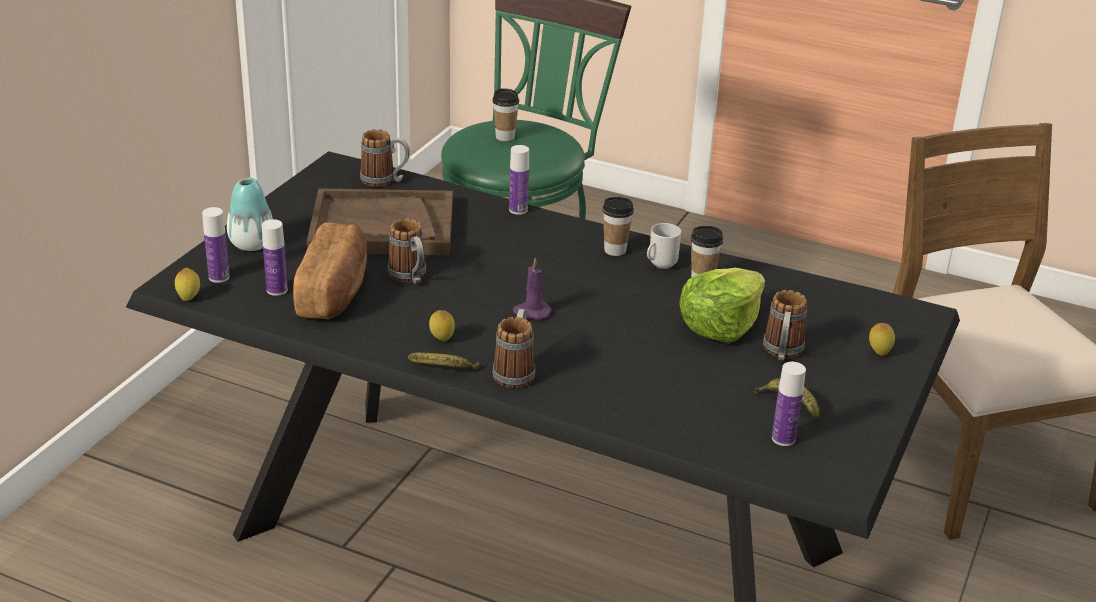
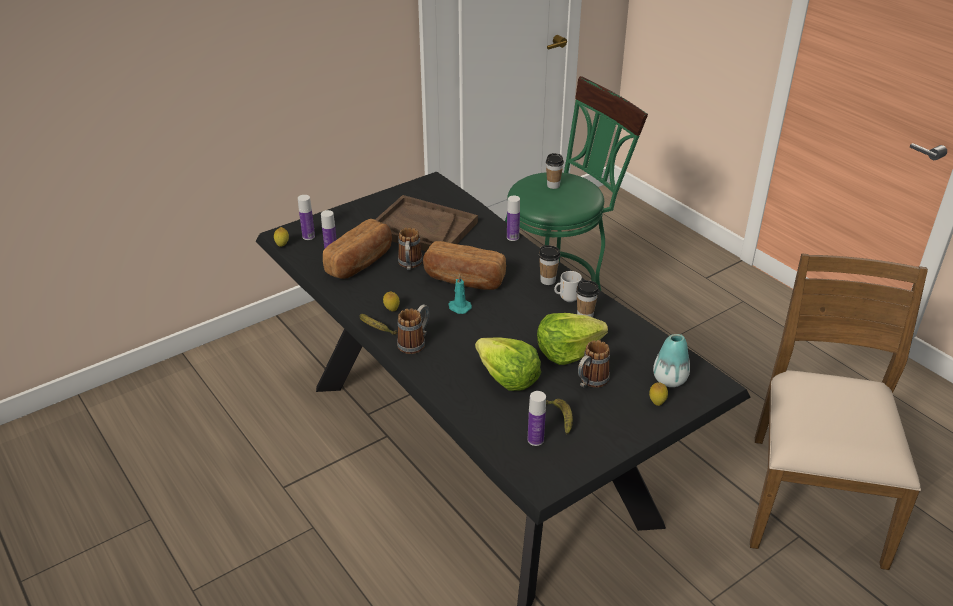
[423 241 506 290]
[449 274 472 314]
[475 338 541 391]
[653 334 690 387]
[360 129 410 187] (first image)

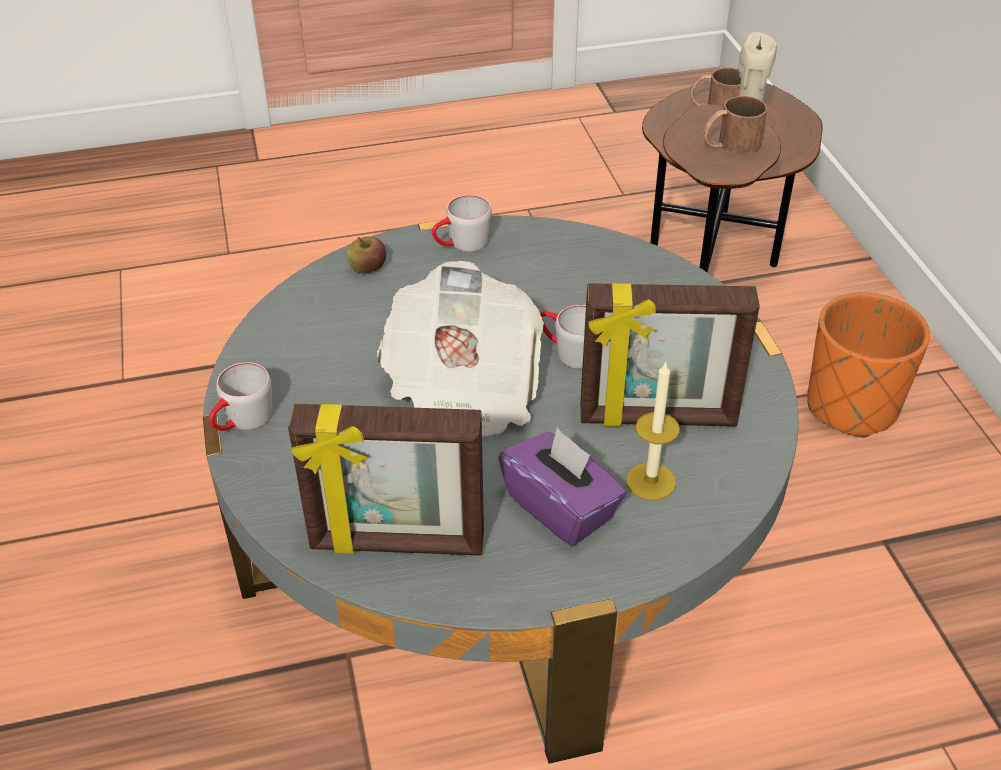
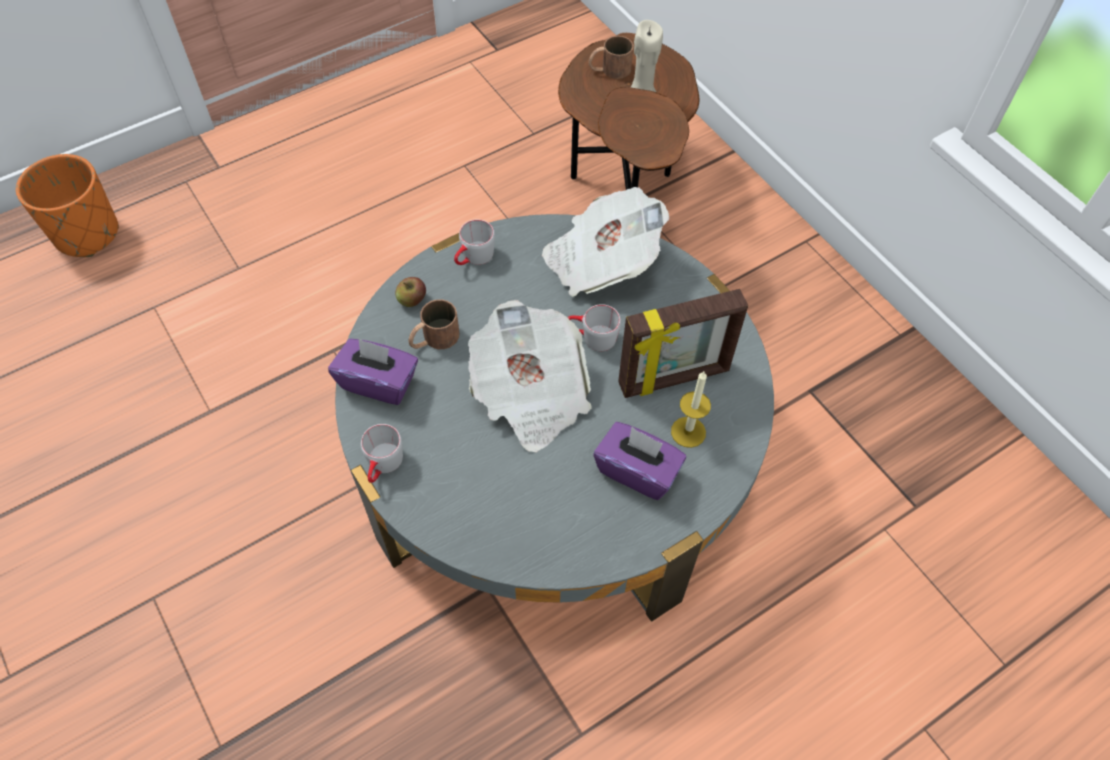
[16 154 119 257]
[328 338 418 405]
[409 299 459 349]
[542 187 669 297]
[288 404 484 556] (first image)

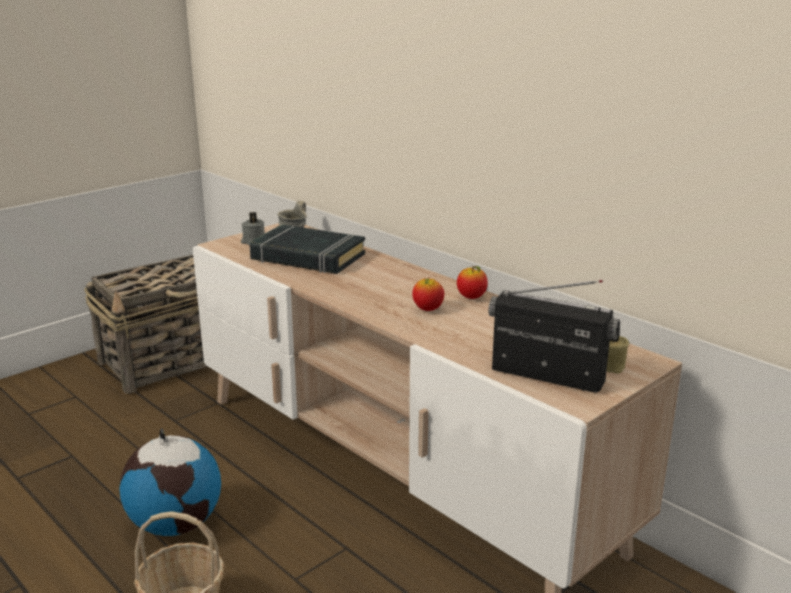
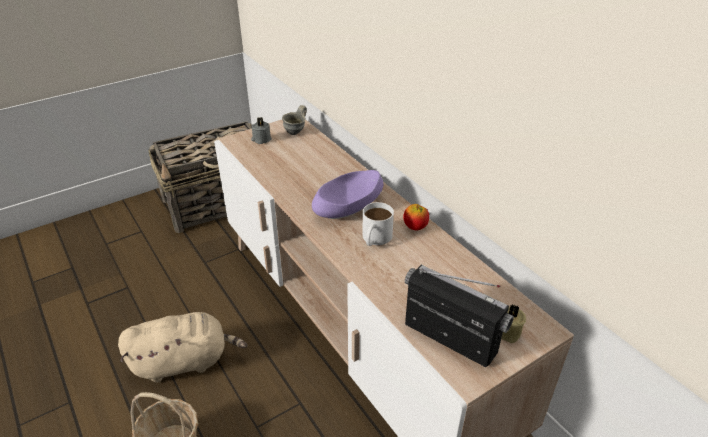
[118 312 247 383]
[312 170 383 219]
[362 202 394 246]
[249 224 365 274] (first image)

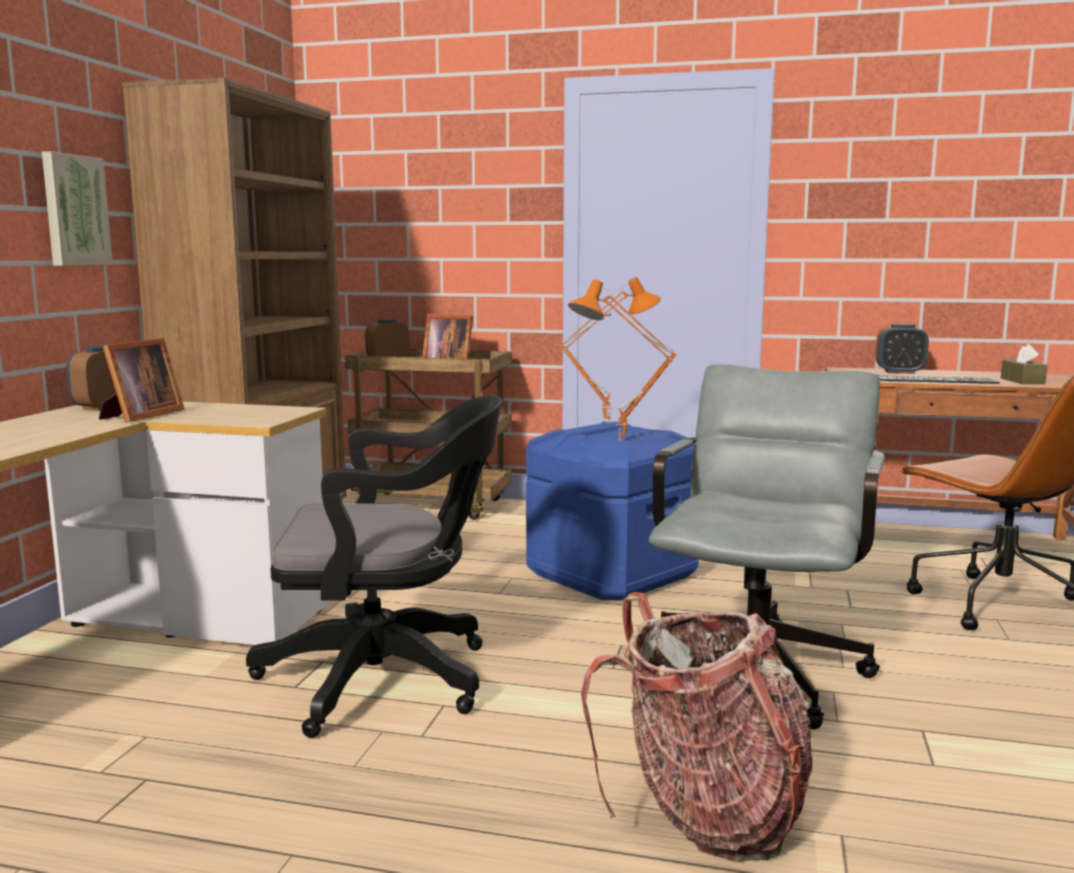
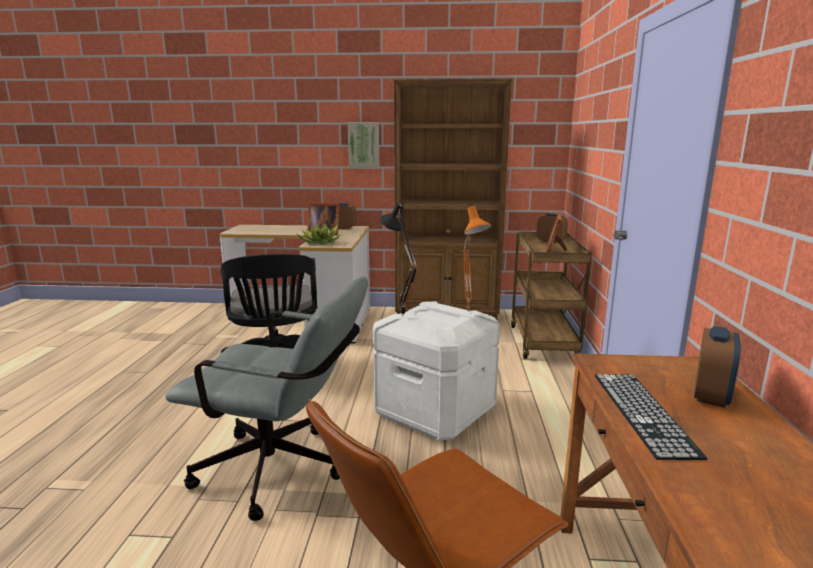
[297 223 341 245]
[373 301 500 441]
[380 202 417 317]
[694 326 741 408]
[581 592 812 862] (first image)
[1001 344 1047 384] (first image)

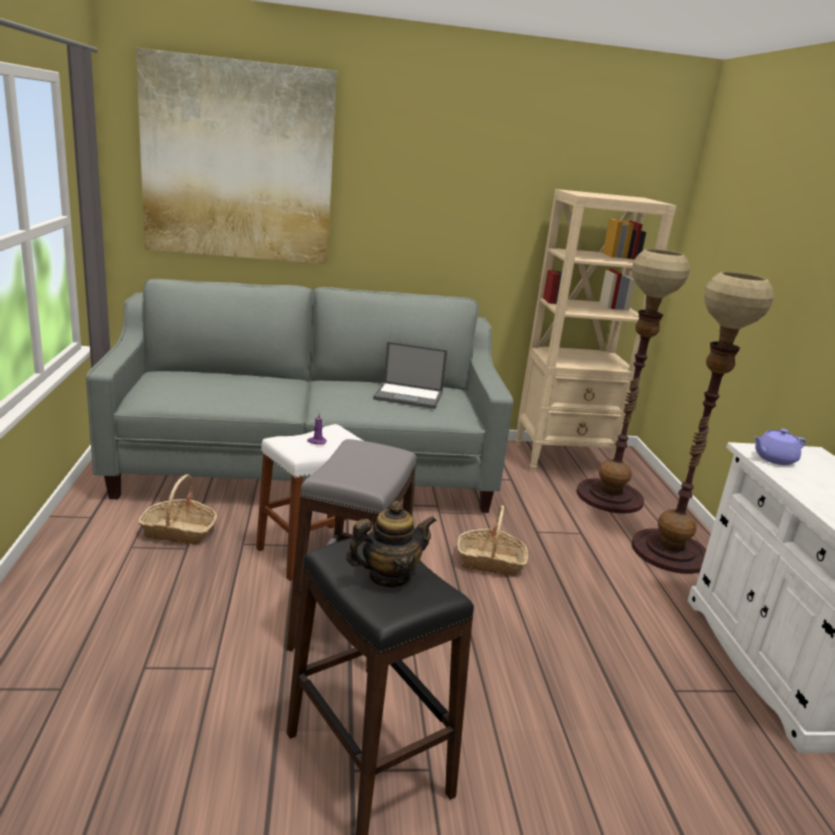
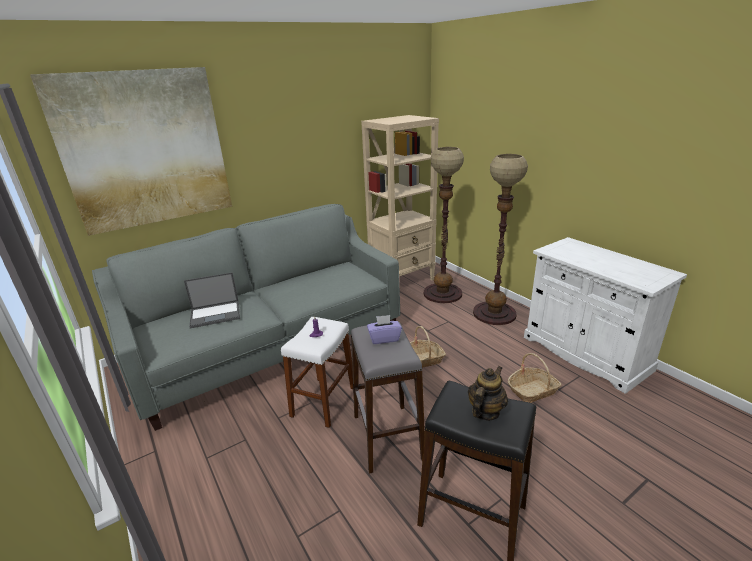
[184 272 240 328]
[367 315 402 344]
[508 353 561 403]
[754 429 806 465] (first image)

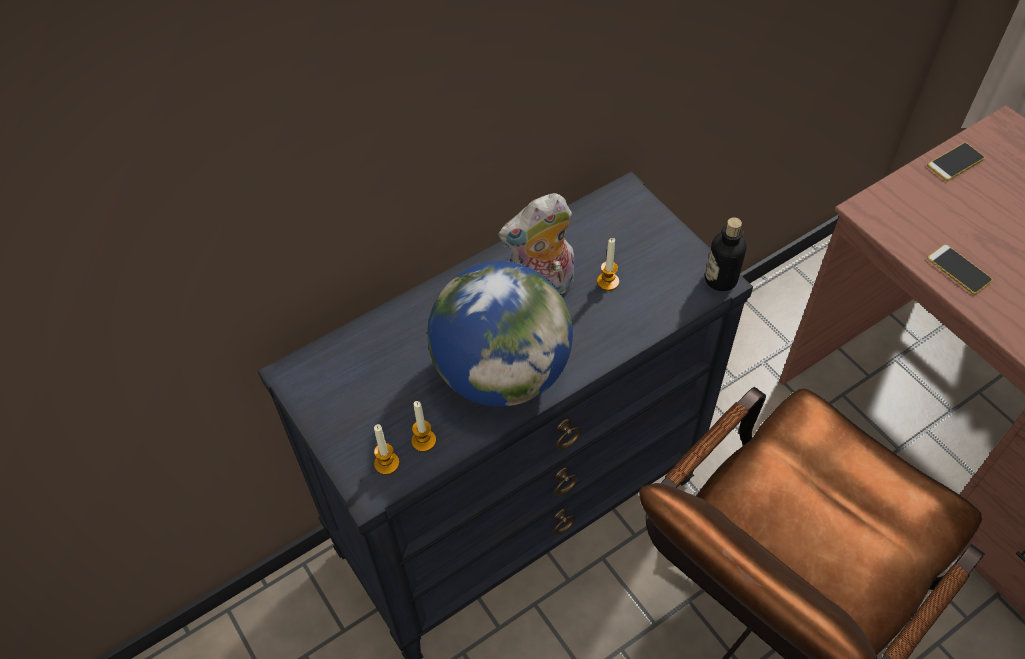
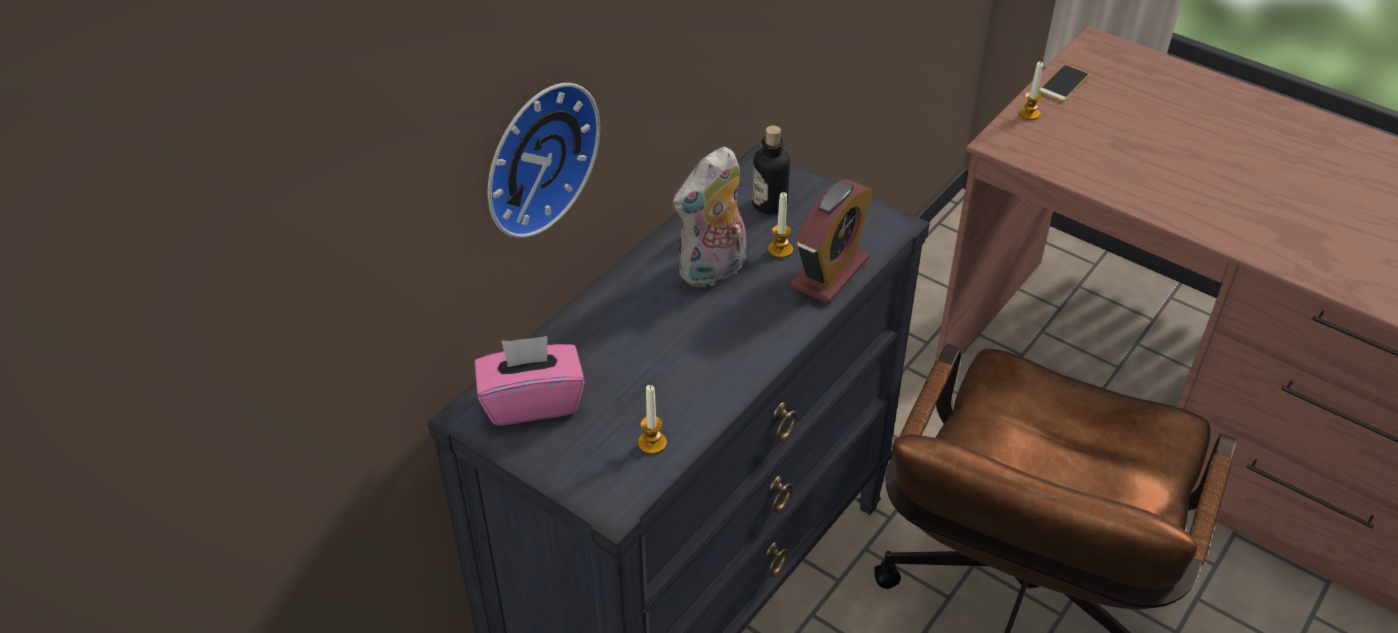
[475 336 585 425]
[488 83 600 238]
[752 125 790 214]
[790 179 873 304]
[1019 61 1043 120]
[427 261 573 407] (first image)
[927 245 993 294] (first image)

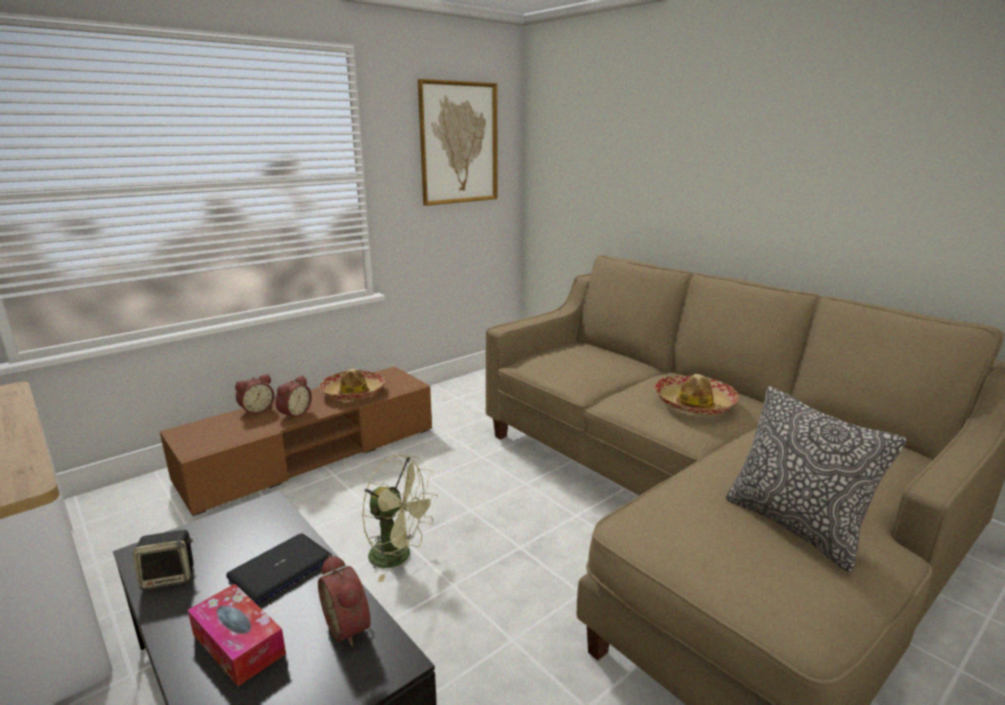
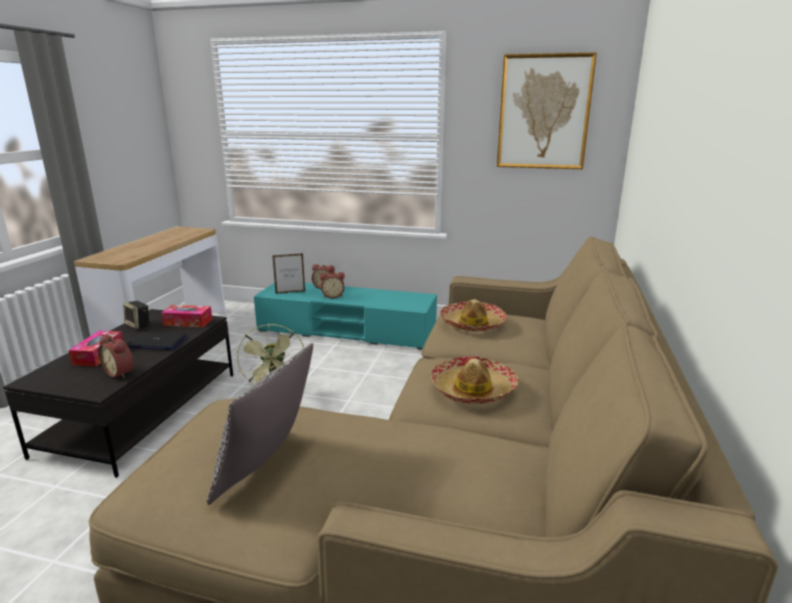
[98 335 134 379]
[161 305 212 327]
[254 282 437 350]
[272 253 305 294]
[440 299 507 332]

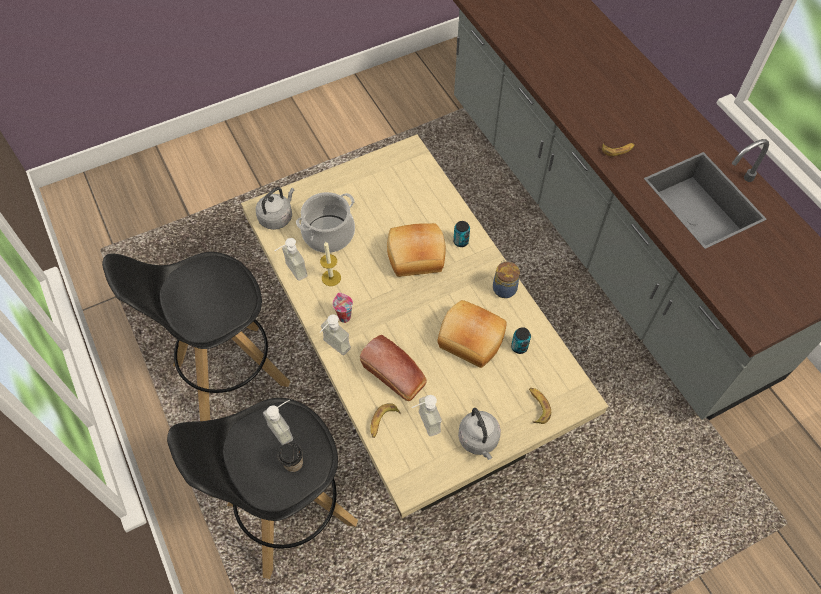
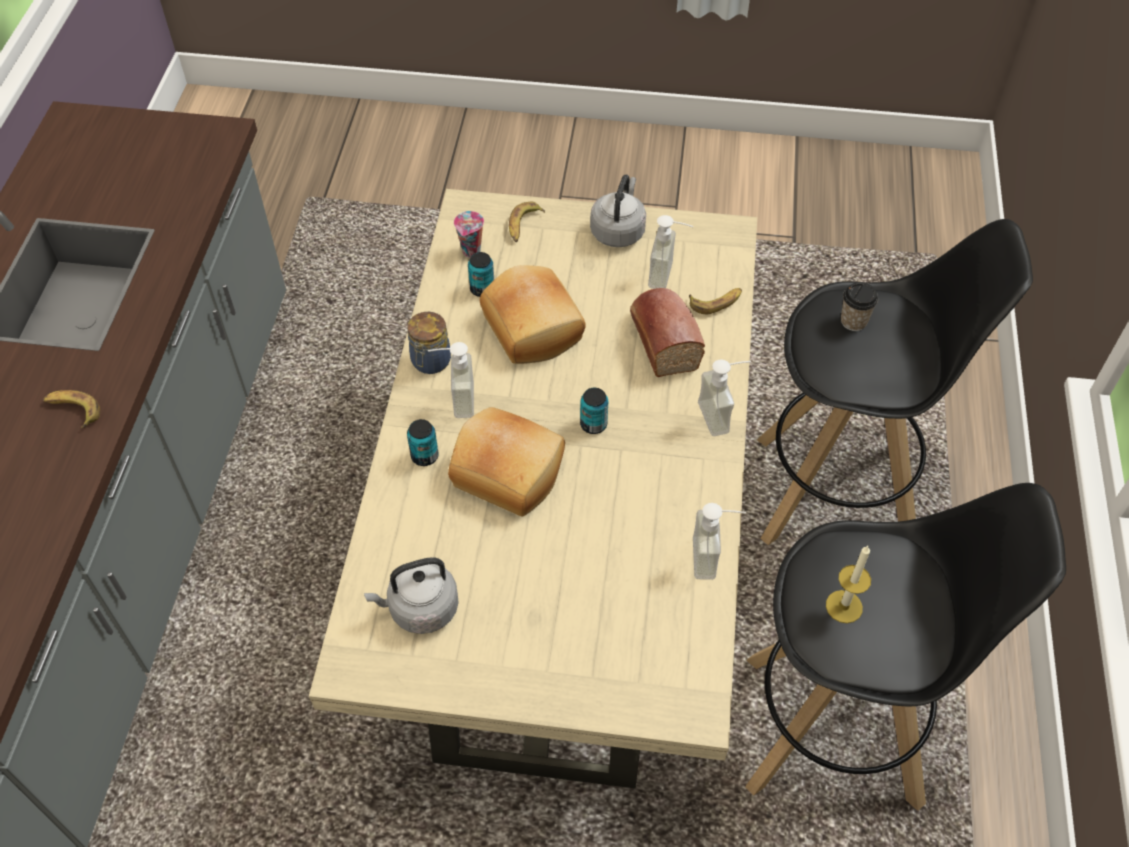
[364 557 459 634]
[428 342 474 418]
[454 211 484 258]
[580 388 608 434]
[826 546 871 623]
[296 192 355 253] (first image)

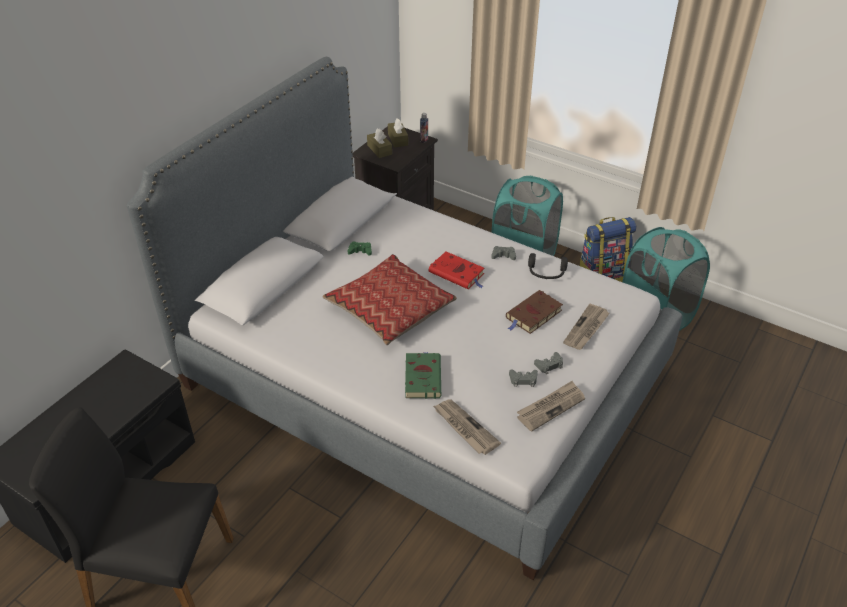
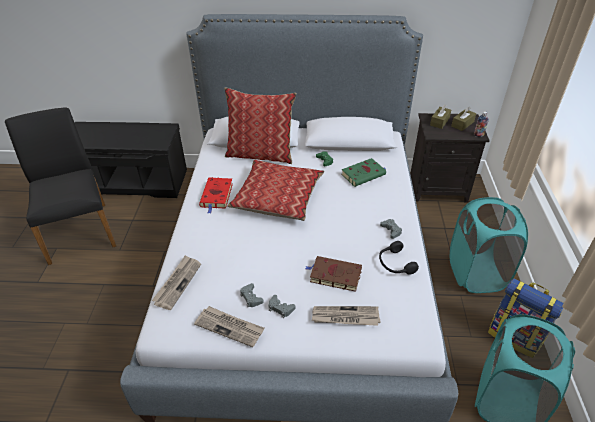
[199 177 233 214]
[224 87 296 164]
[341 158 386 187]

